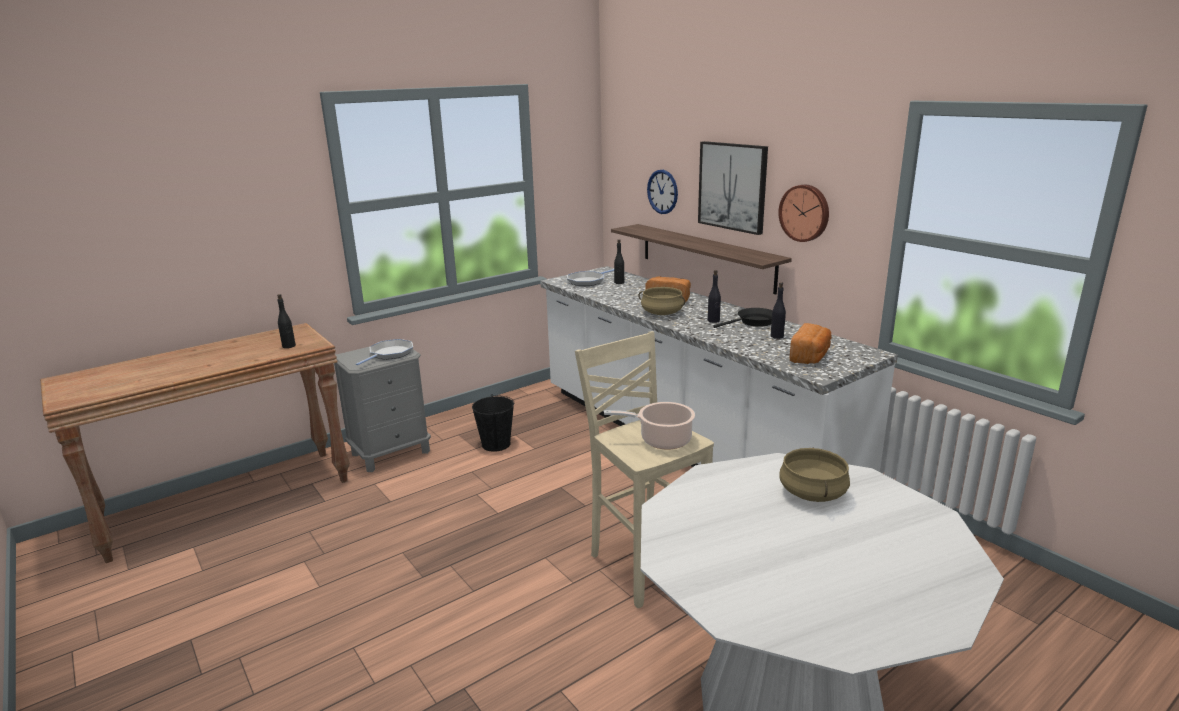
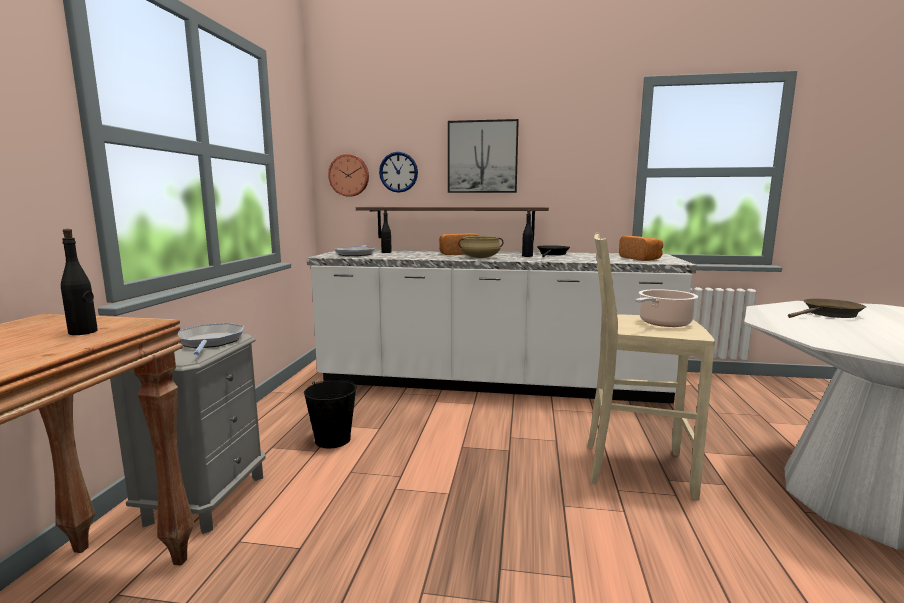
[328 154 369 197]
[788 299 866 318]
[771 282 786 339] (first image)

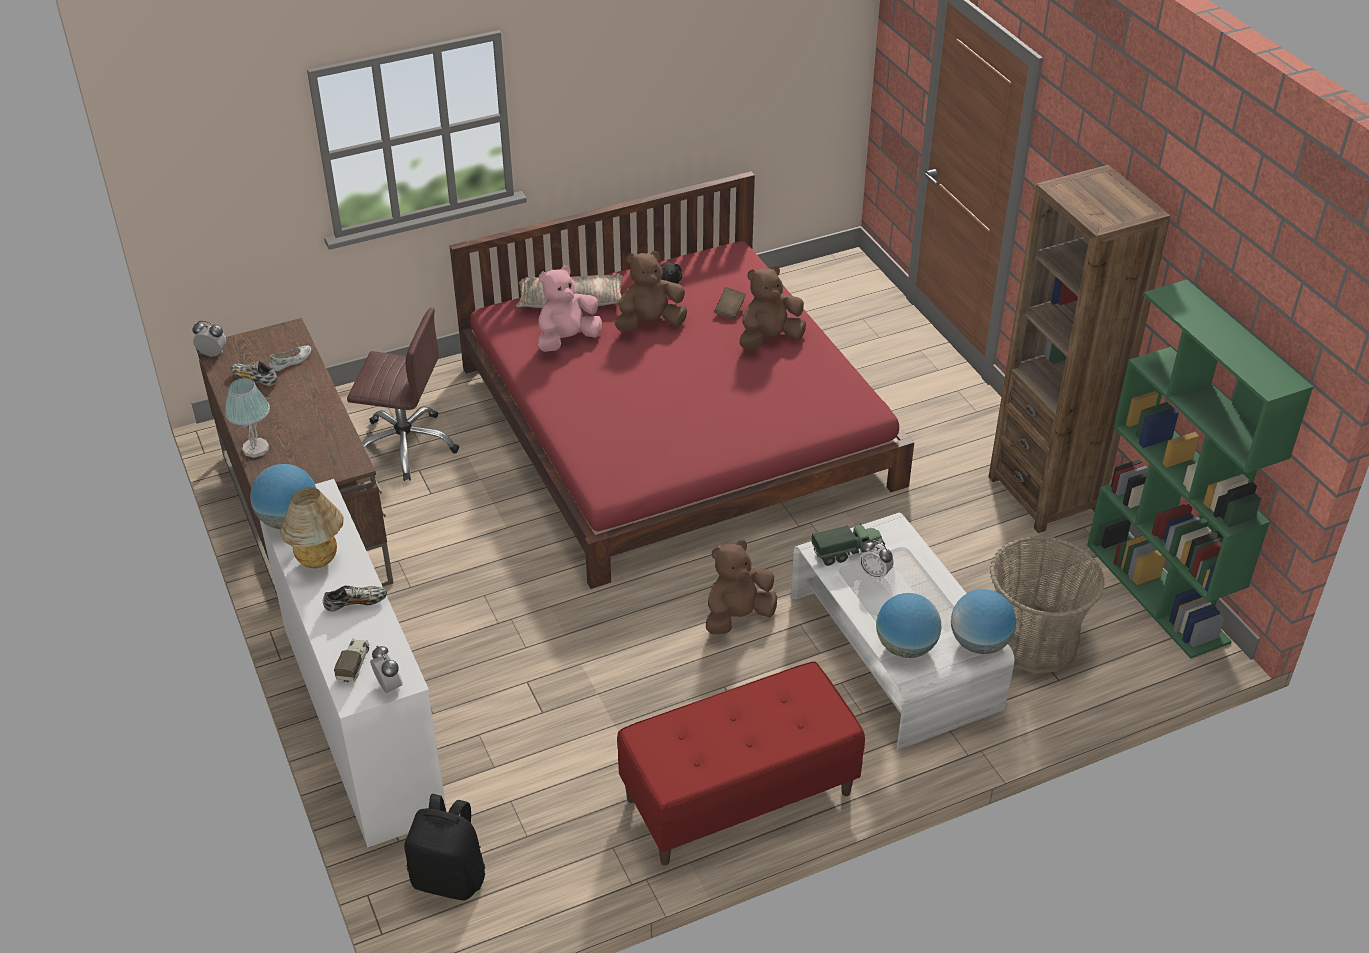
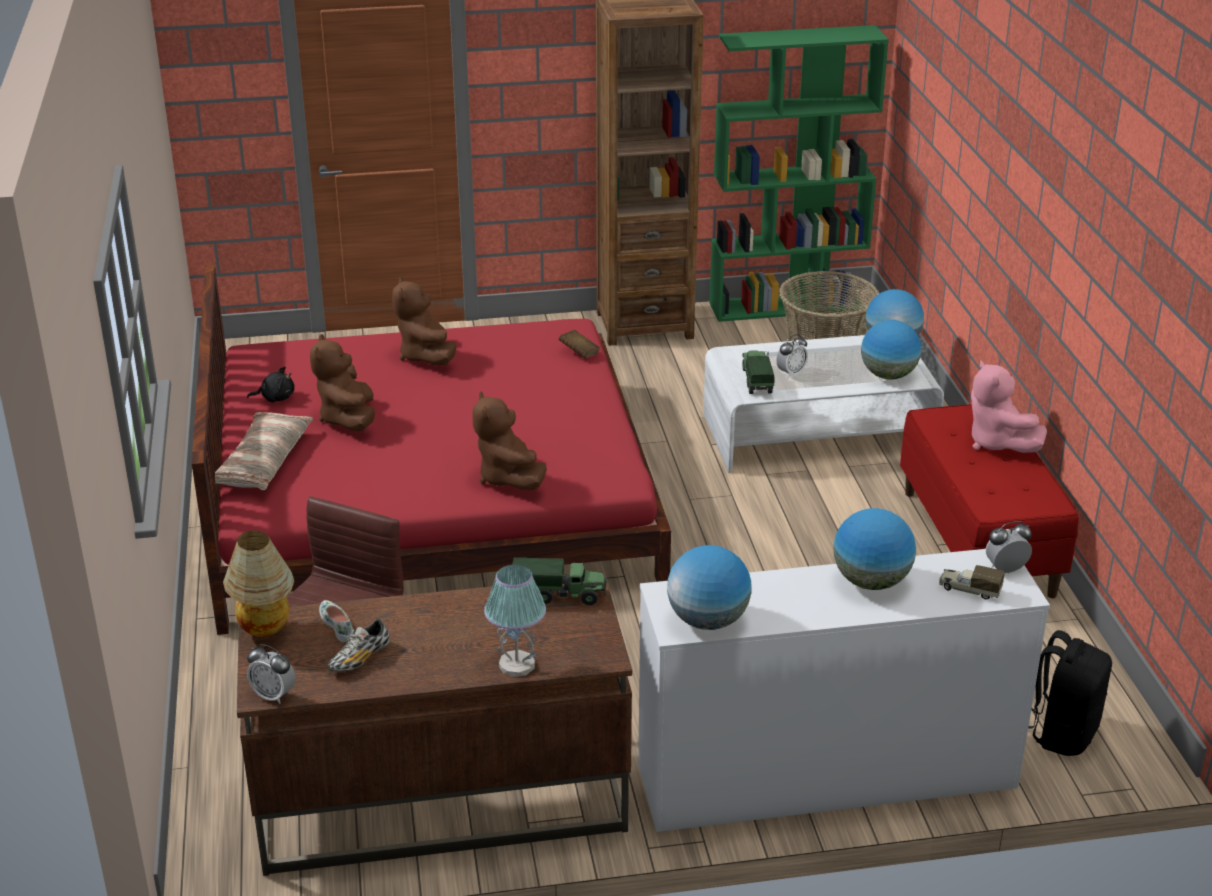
[223 530 294 637]
[247 644 296 704]
[472 392 547 490]
[512 558 607 605]
[559 330 600 359]
[833 508 916 590]
[971 360 1047 453]

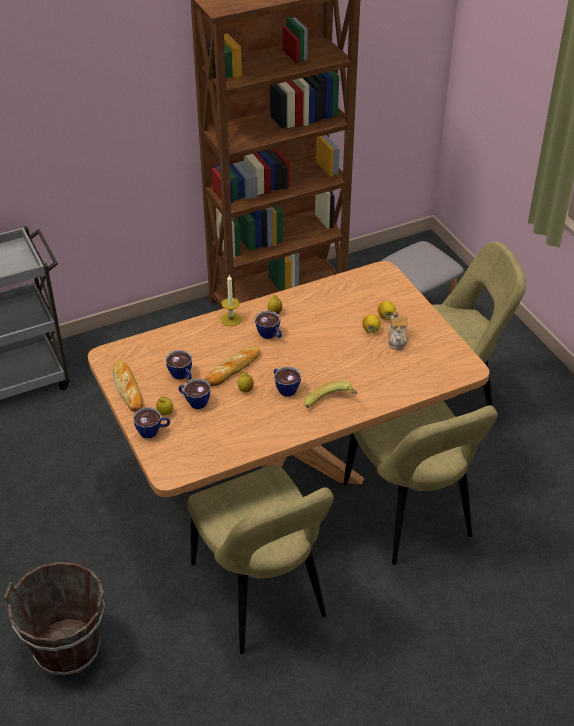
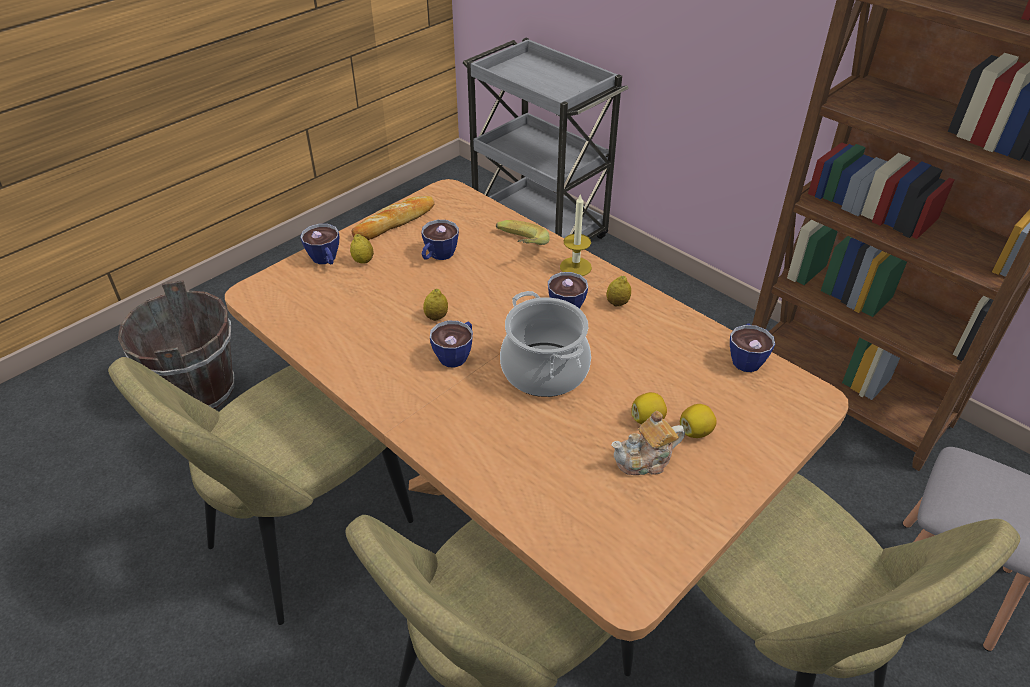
[496 220 550 245]
[500 291 591 397]
[730 323 775 372]
[205 346 261 386] (first image)

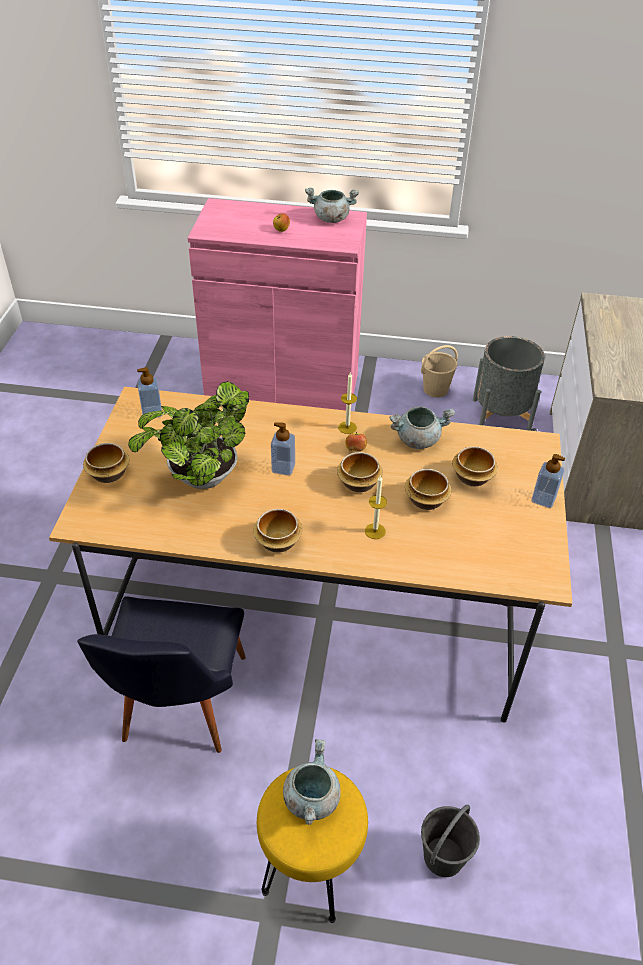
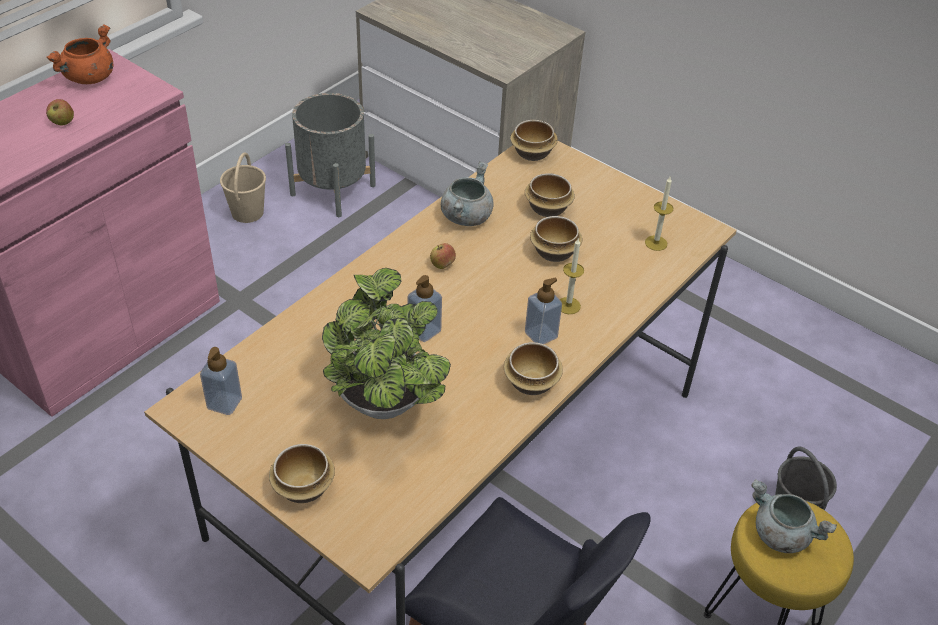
[47 25 114 84]
[510 120 558 161]
[525 278 562 344]
[645 177 673 251]

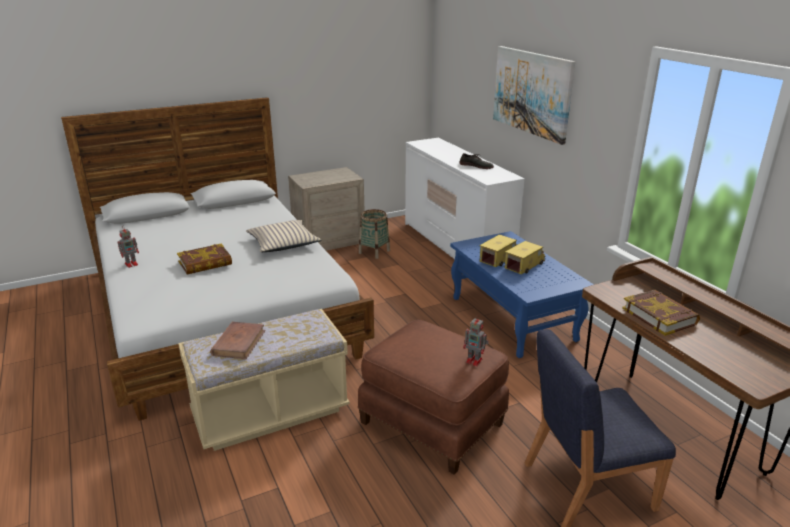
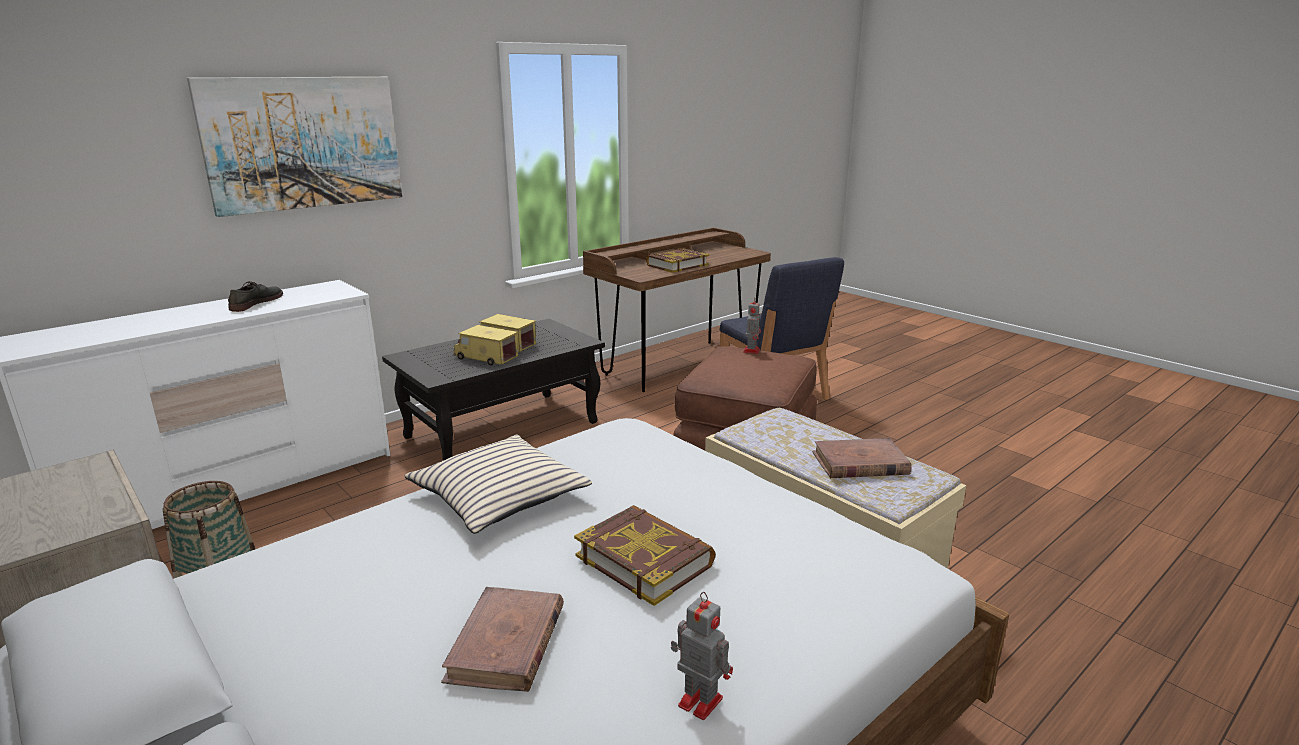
[382 319 605 460]
[441 587 564 692]

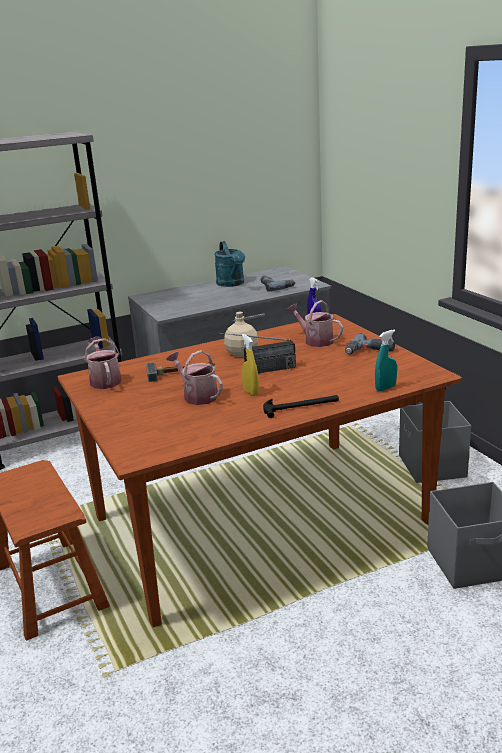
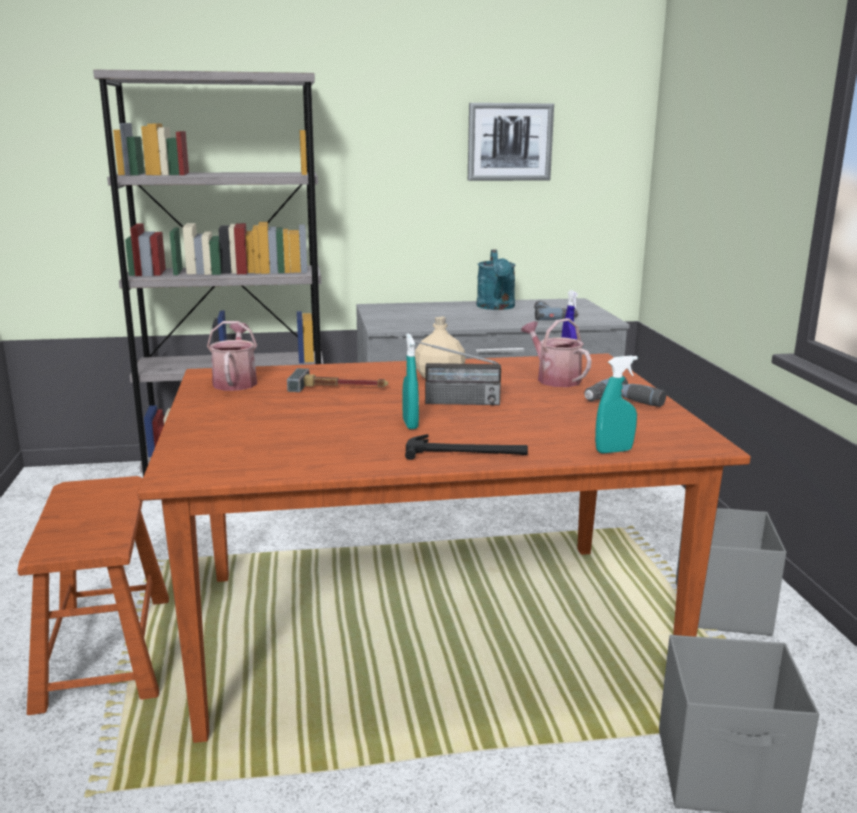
[403 333 419 429]
[468 103 554 181]
[166 350 223 405] (first image)

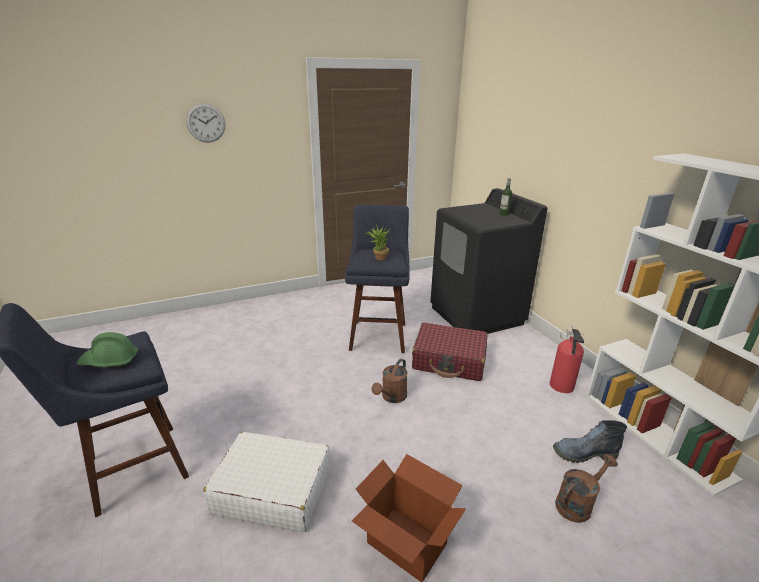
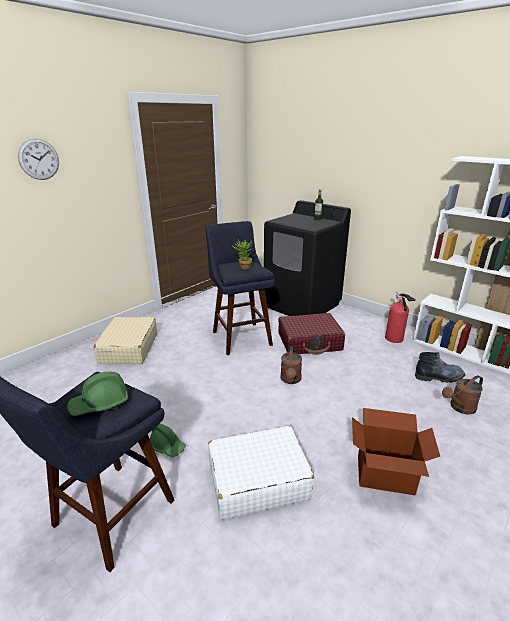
[94 317 157 364]
[149 423 186 457]
[415 352 465 383]
[442 375 483 415]

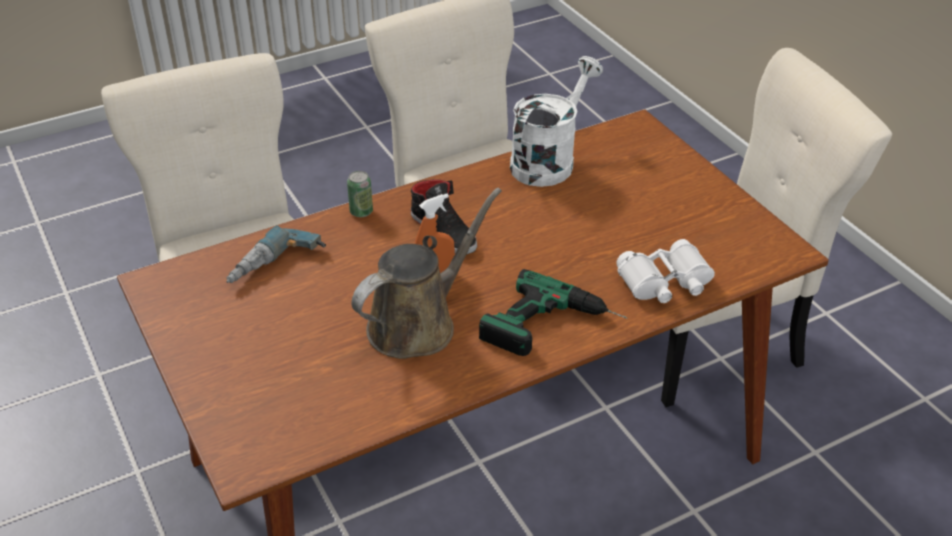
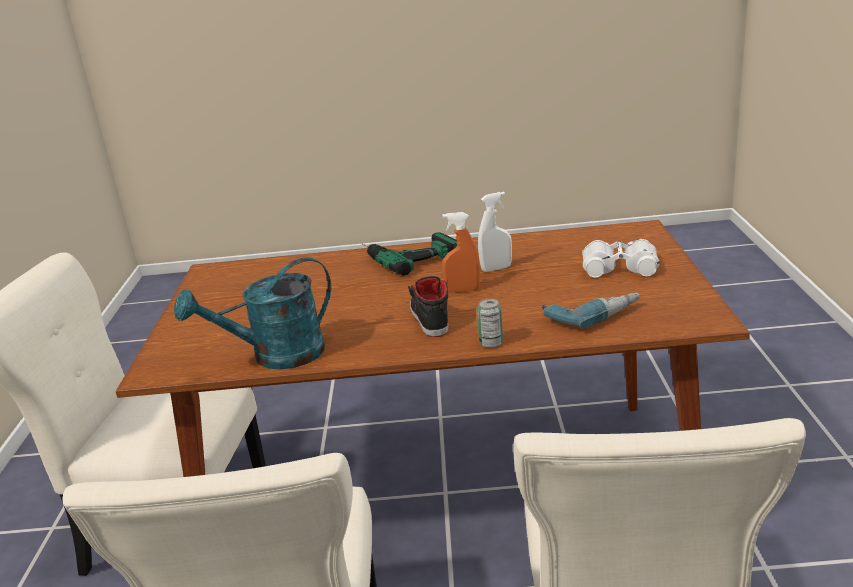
[174 257 331 370]
[478 192 512 272]
[582 239 660 278]

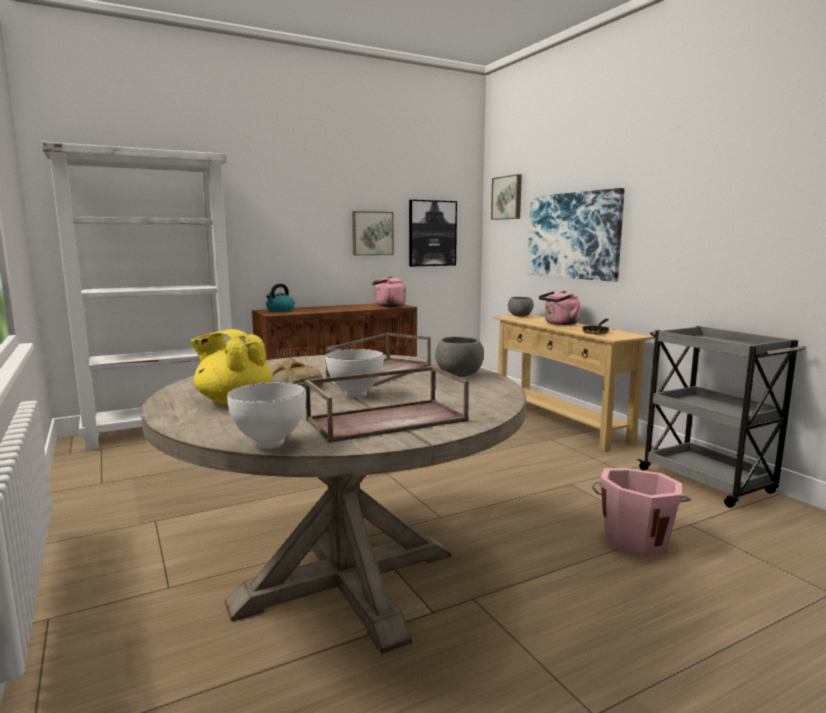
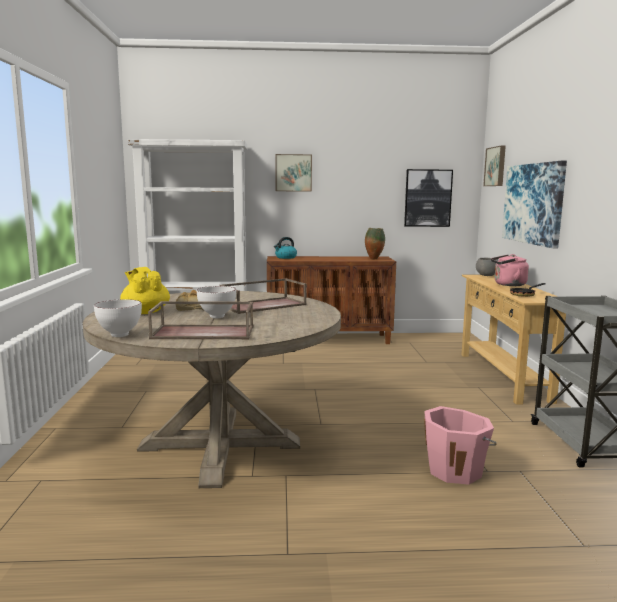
[275 154 312 192]
[365 228 385 259]
[435 337 484 377] (first image)

